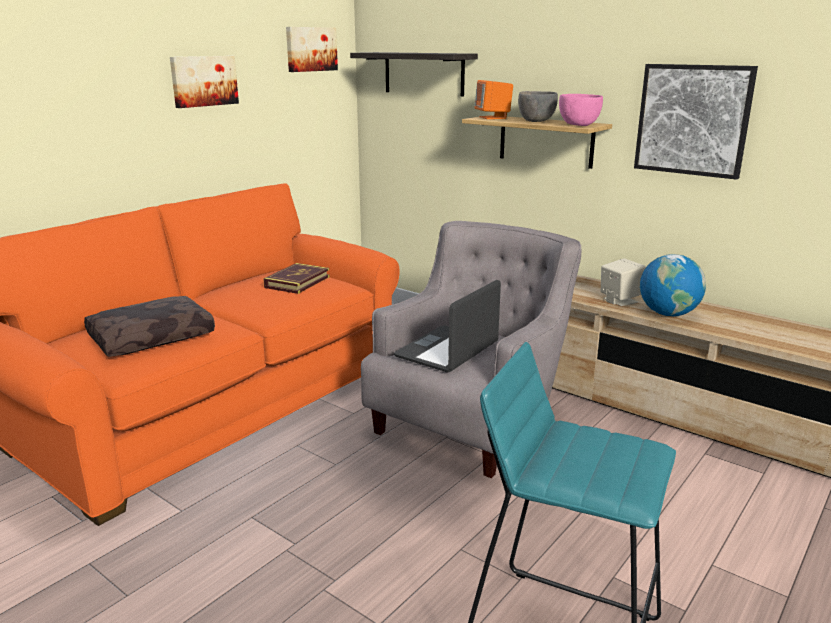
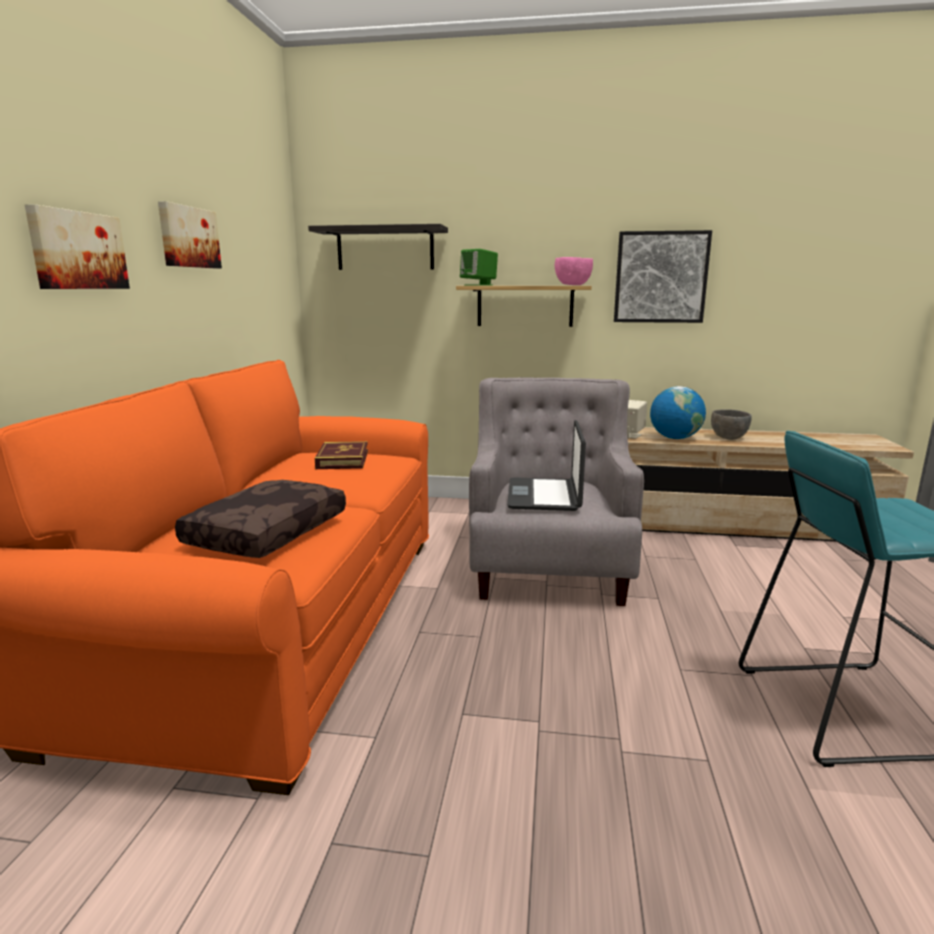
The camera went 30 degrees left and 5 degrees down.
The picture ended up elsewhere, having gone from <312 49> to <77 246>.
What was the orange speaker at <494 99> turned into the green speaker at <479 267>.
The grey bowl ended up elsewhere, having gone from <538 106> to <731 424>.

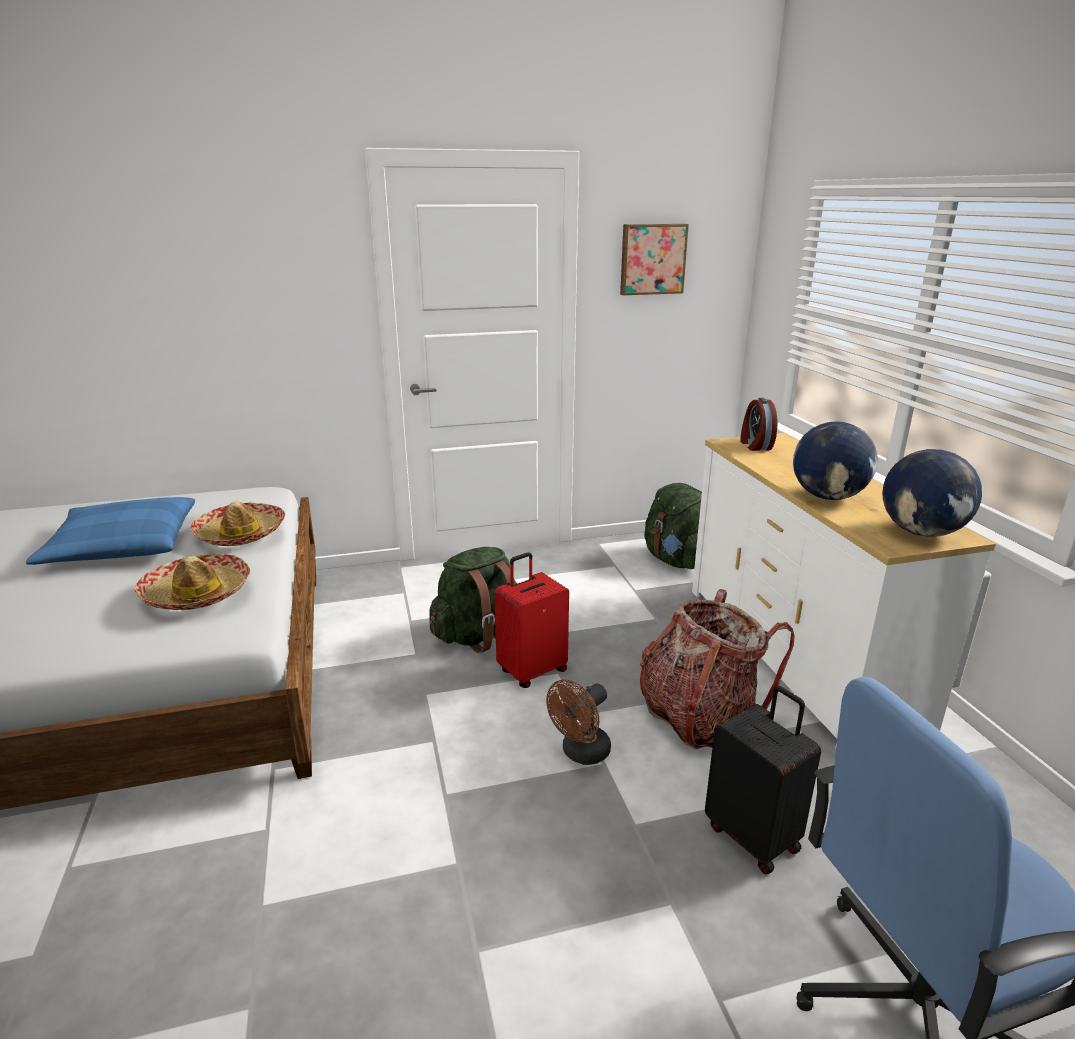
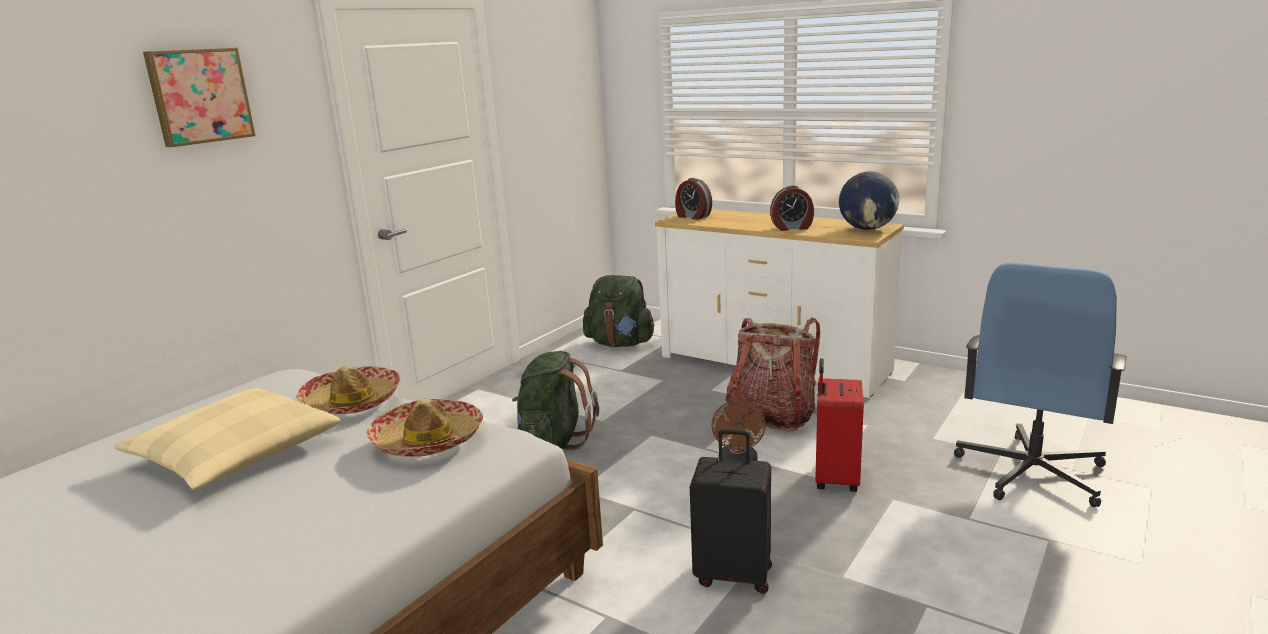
The camera went 40 degrees left and 5 degrees down.
The picture ended up elsewhere, having gone from <654 259> to <199 97>.
Where the globe stood at <835 460>, the alarm clock came to stand at <792 208>.
What was the blue pillow at <110 531> turned into the beige pillow at <227 439>.
The red suitcase ended up elsewhere, having gone from <531 620> to <839 425>.
The black suitcase ended up elsewhere, having gone from <763 780> to <731 511>.

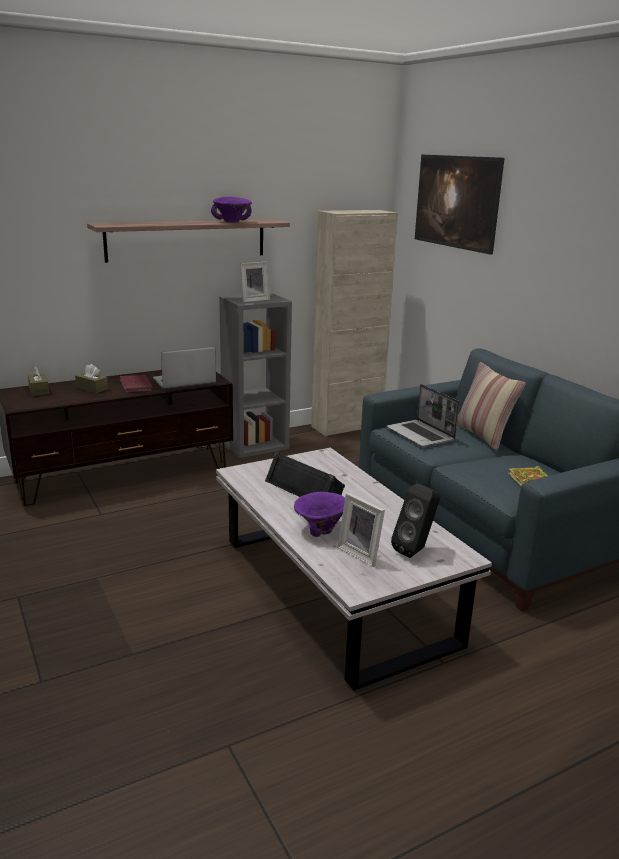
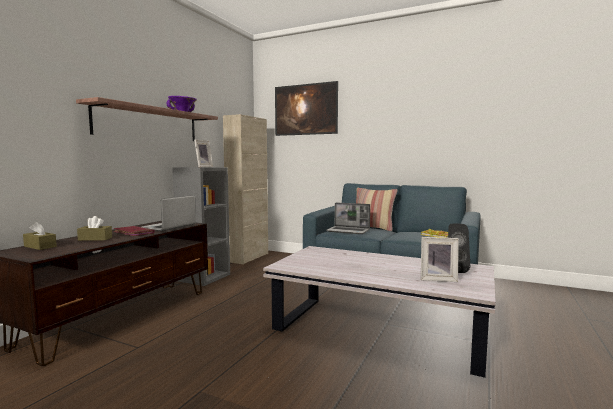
The camera went 35 degrees left and 15 degrees down.
The second view lost the black speaker at <305 474>.
The second view lost the purple bowl at <319 514>.

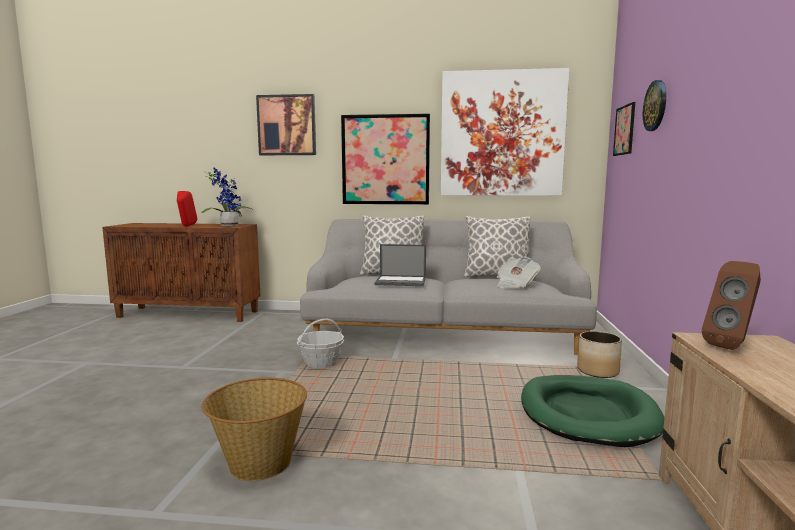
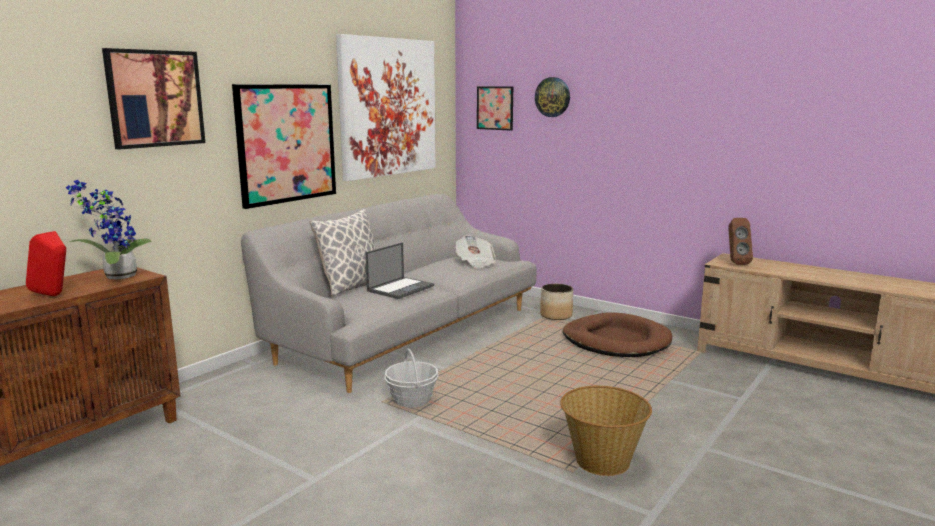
The camera went 60 degrees left and 5 degrees up.
The second view lost the pillow at <497 247>.
What was the green dog bed at <592 411> turned into the brown dog bed at <617 334>.

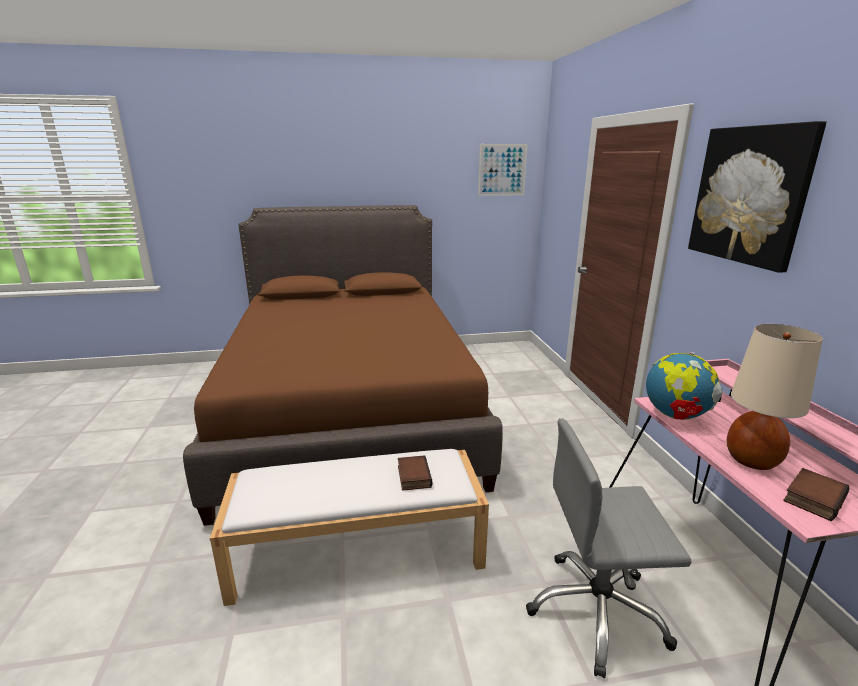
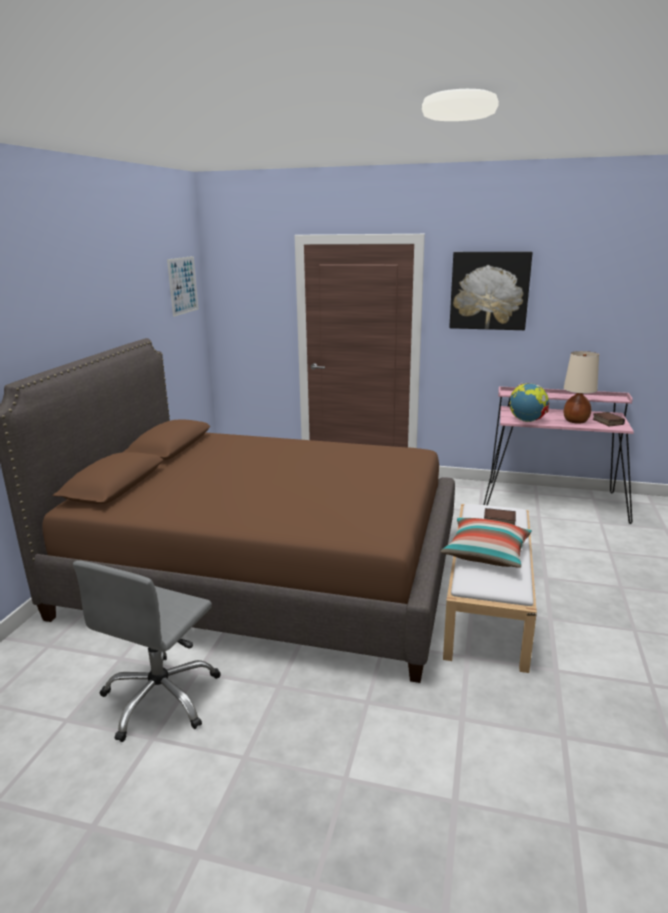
The camera went 65 degrees left and 0 degrees up.
The grey office chair ended up elsewhere, having gone from <609 548> to <147 651>.
The second view gained the pillow at <486 542>.

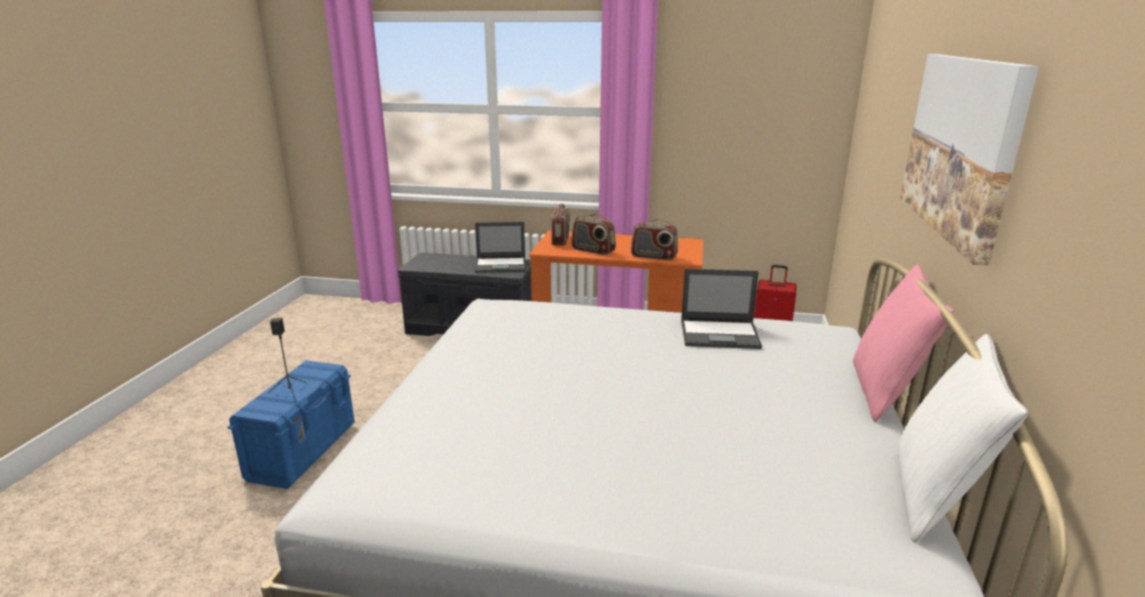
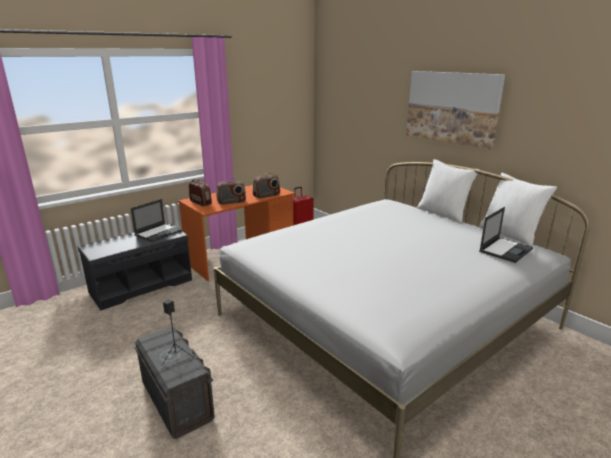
The camera went 50 degrees left and 0 degrees up.
What was the pink pillow at <903 343> turned into the white pillow at <448 191>.
The laptop ended up elsewhere, having gone from <721 309> to <506 235>.
What was the blue storage box at <290 425> turned into the grey storage box at <174 383>.

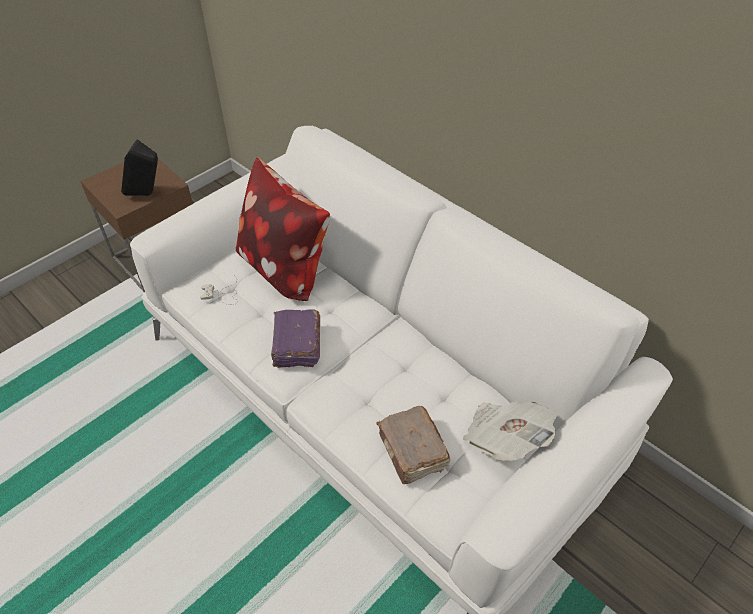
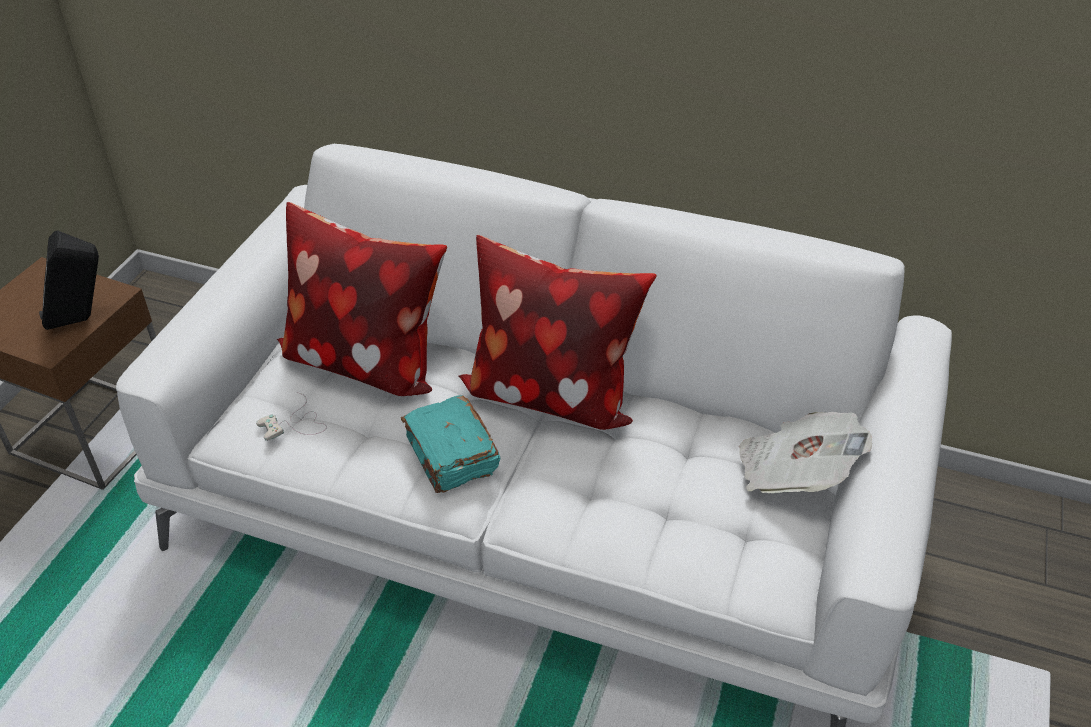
The camera went 25 degrees left and 5 degrees down.
What was the purple book at <295 338> turned into the turquoise book at <450 444>.
The second view lost the brown book at <414 445>.
The second view gained the pillow at <557 332>.

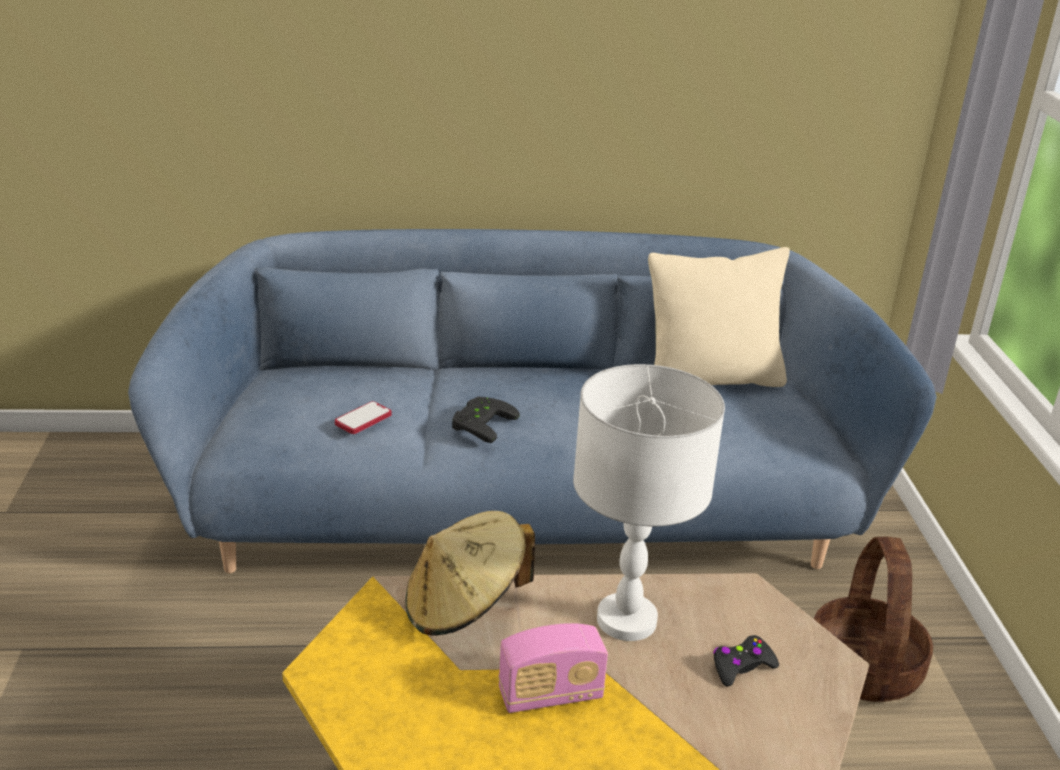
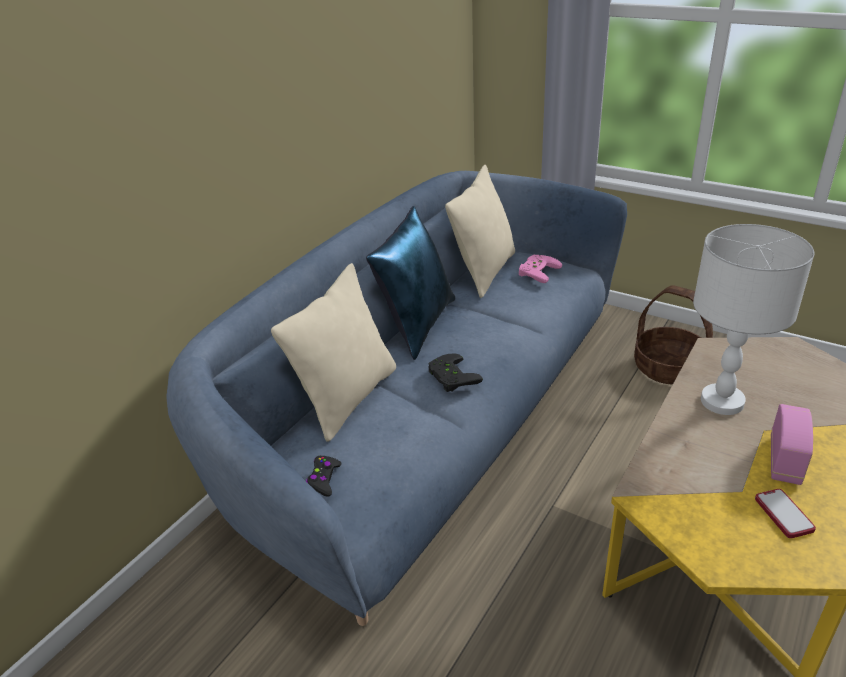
The camera went 50 degrees left and 5 degrees up.
The phone ended up elsewhere, having gone from <363 417> to <785 513>.
The second view lost the beige hat at <470 573>.
The black game controller ended up elsewhere, having gone from <746 661> to <323 476>.
The second view gained the blue pillow at <411 283>.
The second view gained the pink game controller at <540 269>.
The second view gained the beige pillow at <333 352>.

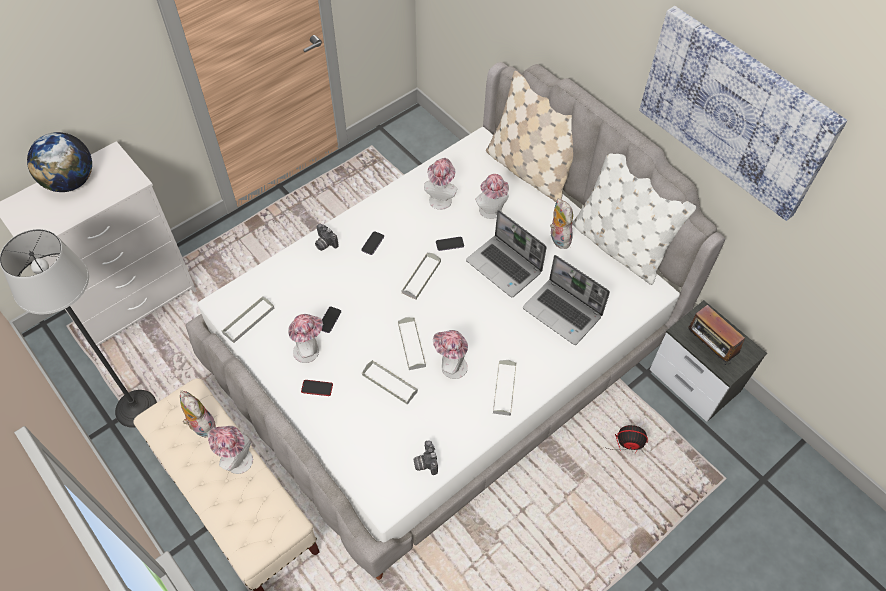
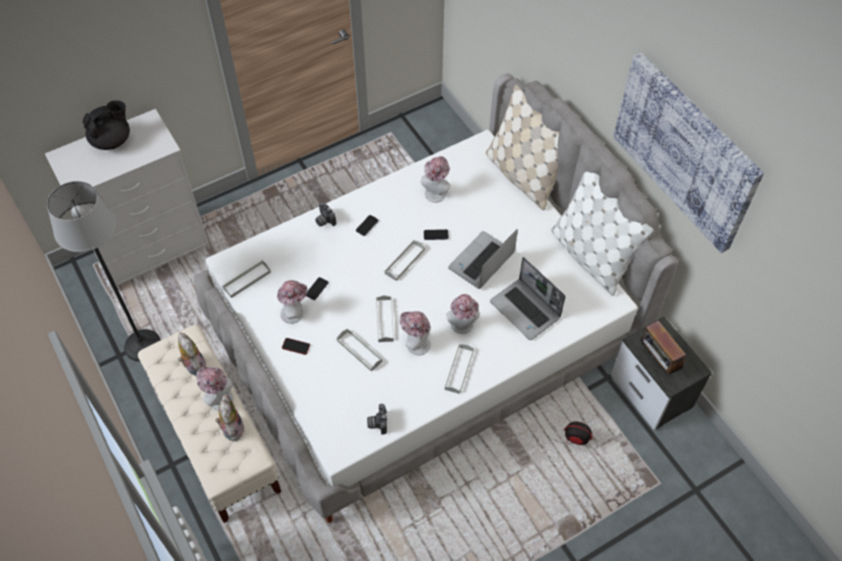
The camera went 10 degrees right and 0 degrees up.
Where the globe stood at <59 162>, the black teapot came to stand at <106 125>.
The hat ended up elsewhere, having gone from <492 196> to <463 314>.
The plush toy ended up elsewhere, having gone from <561 223> to <230 417>.
The laptop at <506 253> ended up facing another way, 75 degrees clockwise from before.

